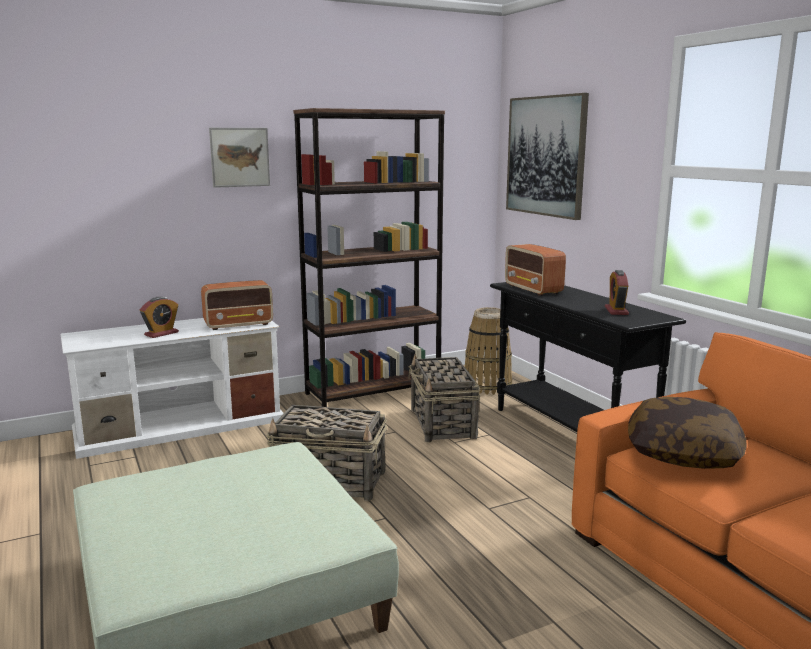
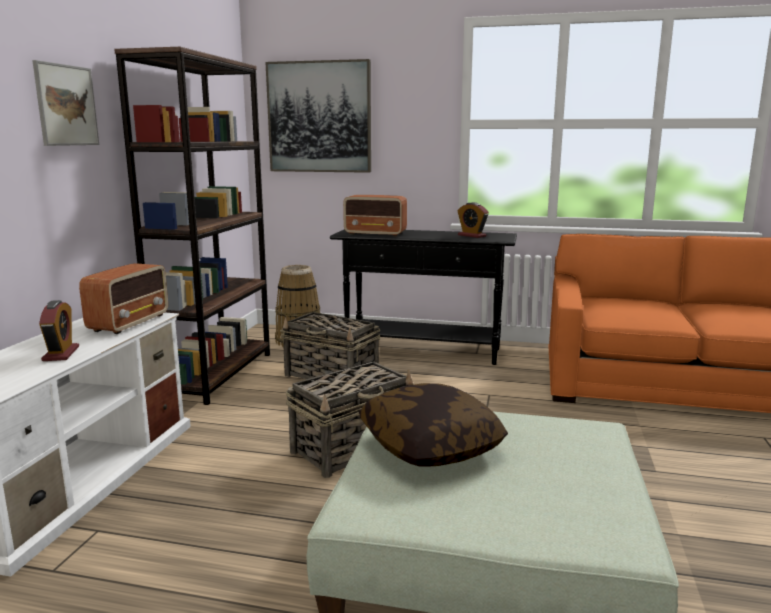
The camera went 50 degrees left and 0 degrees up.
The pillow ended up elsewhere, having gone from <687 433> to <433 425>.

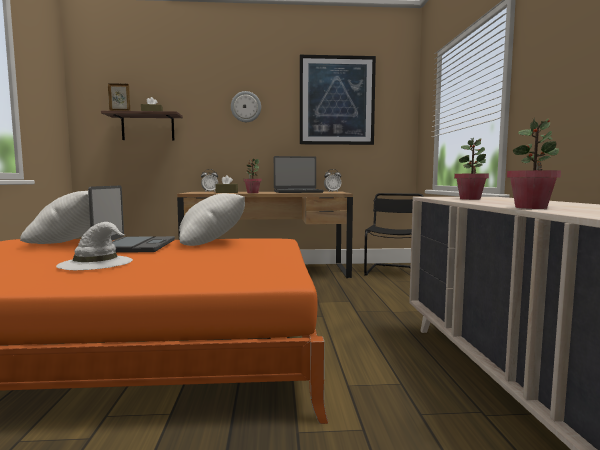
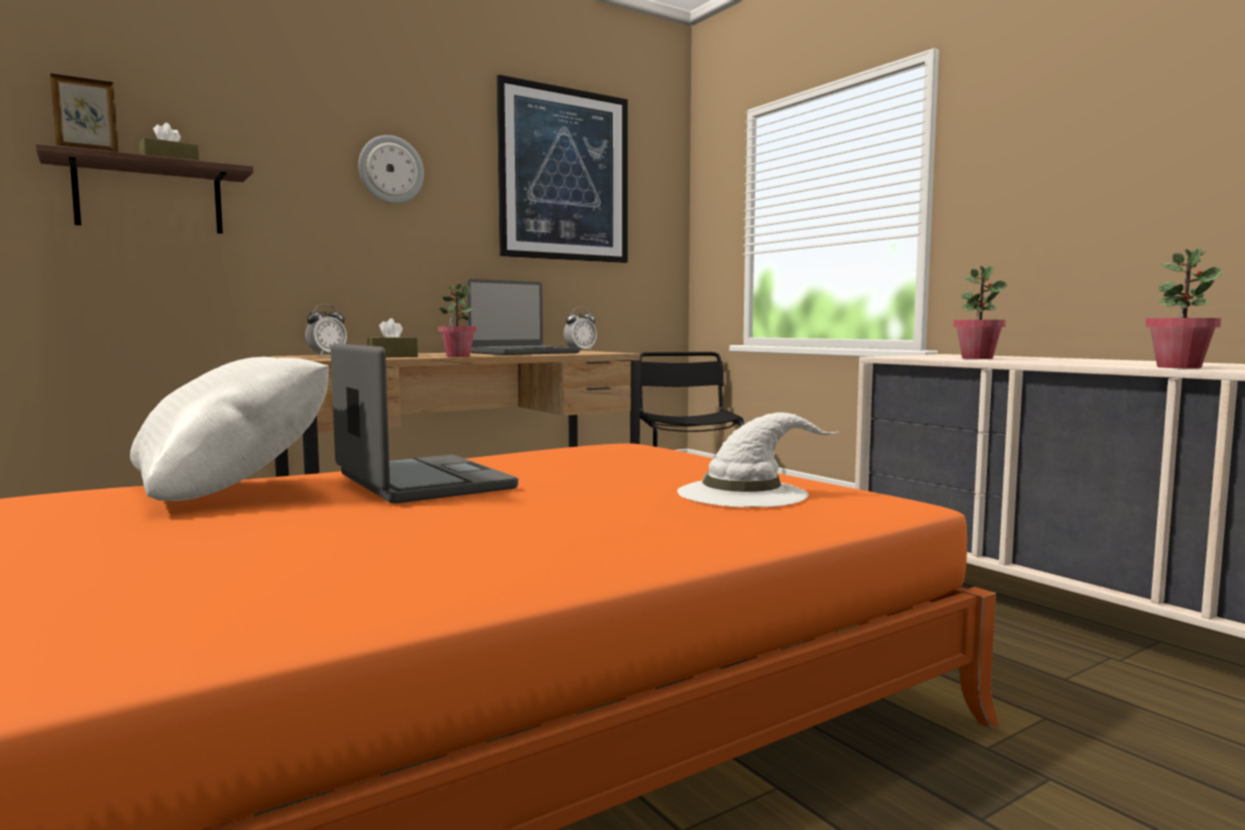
The camera went 30 degrees left and 0 degrees up.
The second view lost the white pillow at <212 219>.
The white hat ended up elsewhere, having gone from <94 246> to <758 460>.

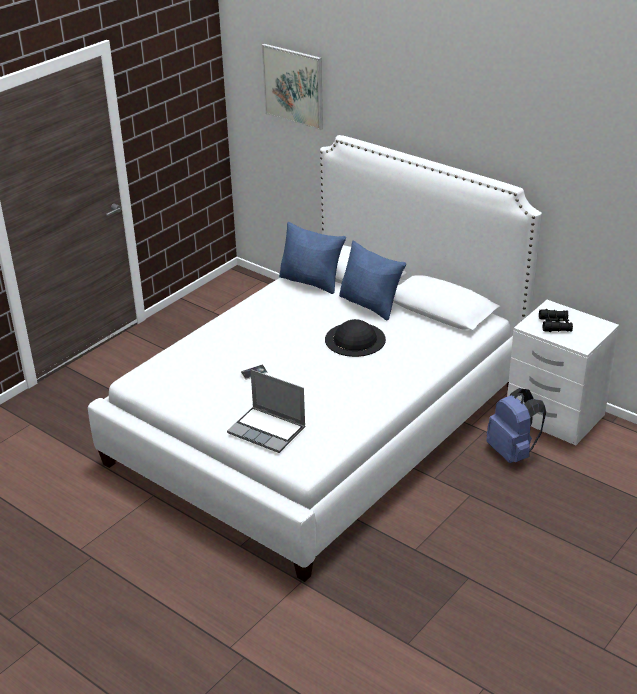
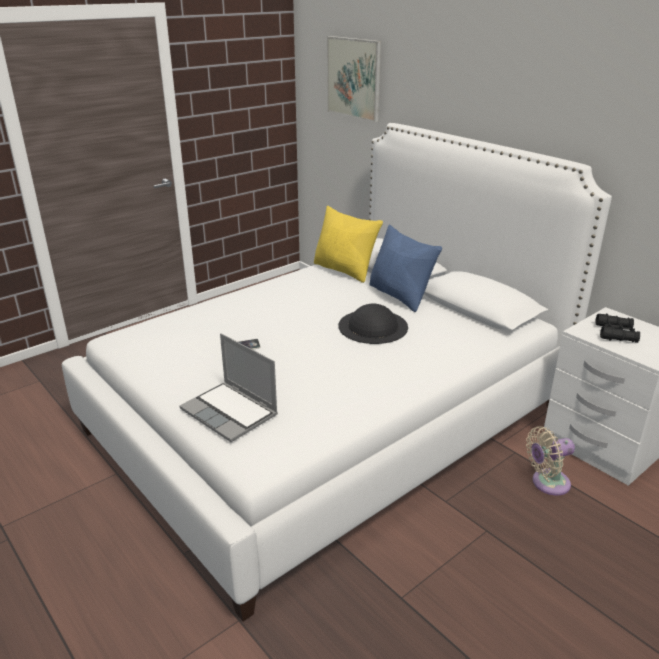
The camera went 10 degrees right and 5 degrees down.
What was the blue pillow at <312 258> turned into the yellow pillow at <348 244>.
Where the blue backpack stood at <516 425>, the beige fan came to stand at <550 460>.

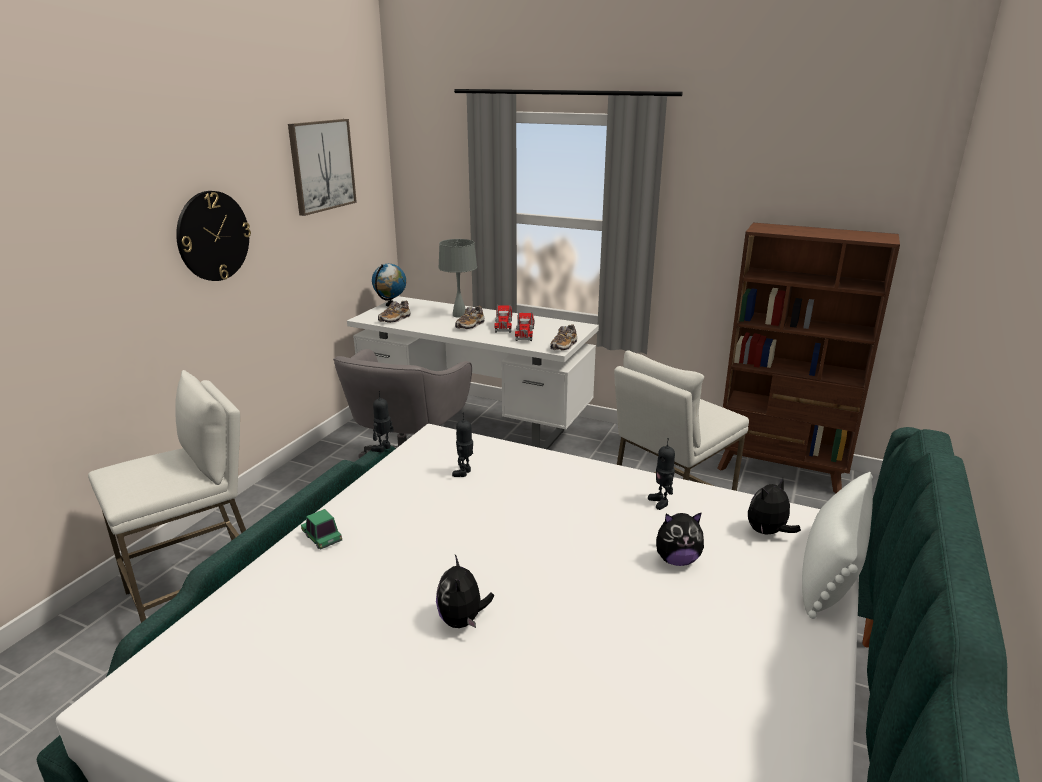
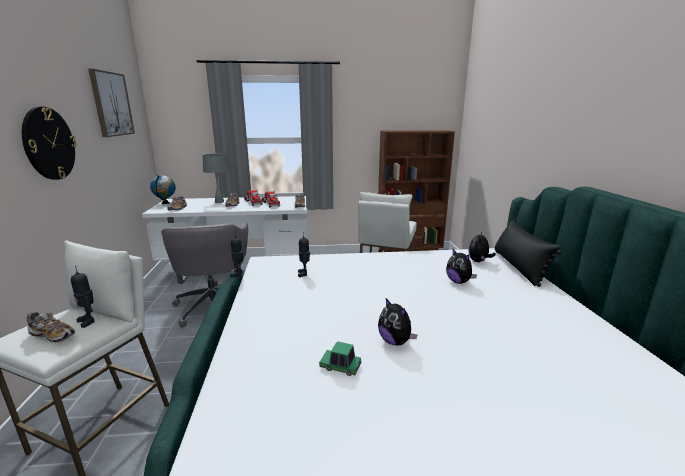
The camera went 30 degrees left and 5 degrees down.
The toy robot ended up elsewhere, having gone from <661 474> to <83 297>.
What was the white pillow at <837 545> turned into the black pillow at <528 253>.
The toy car ended up elsewhere, having gone from <321 529> to <340 358>.
The plush toy at <680 539> ended up facing another way, 90 degrees clockwise from before.
The second view gained the shoe at <51 327>.

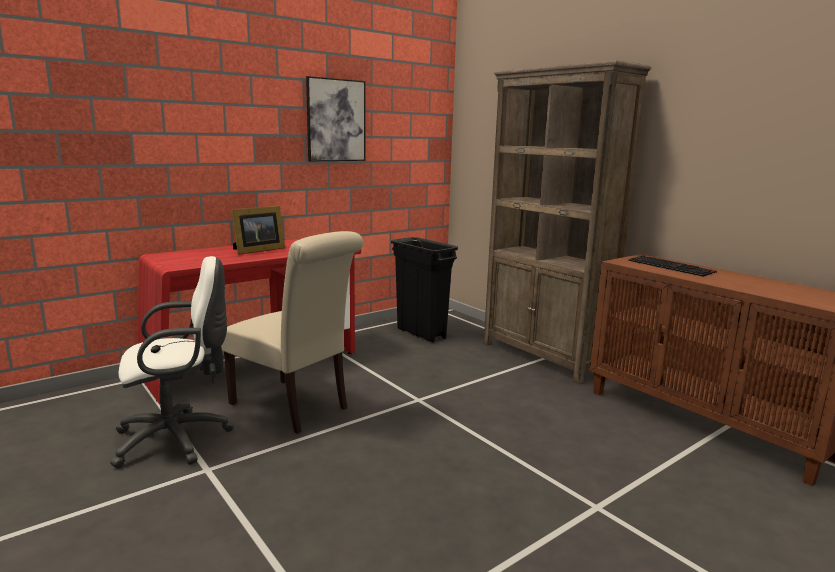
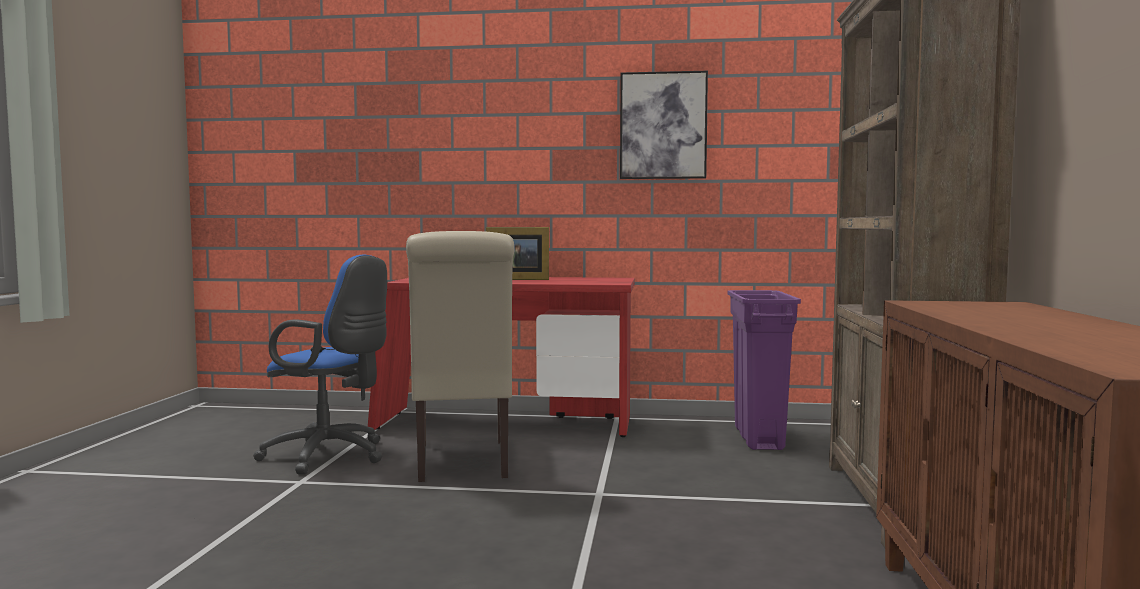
The camera went 45 degrees right and 10 degrees down.
What was the black trash can at <424 289> turned into the purple trash can at <764 370>.
What was the white office chair at <172 362> turned into the blue office chair at <320 365>.
The second view lost the keyboard at <672 266>.

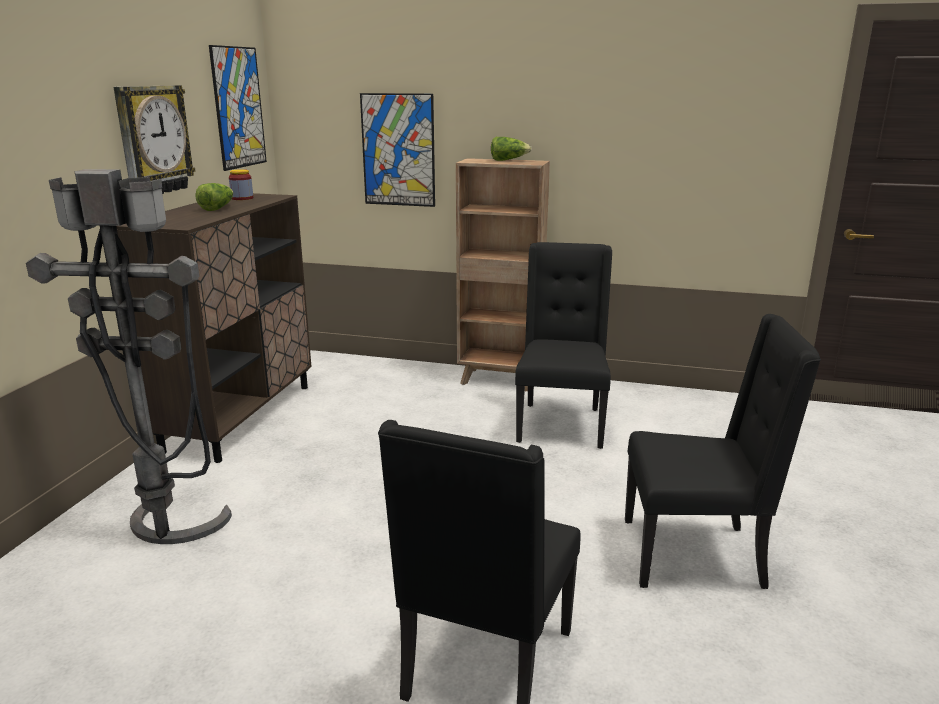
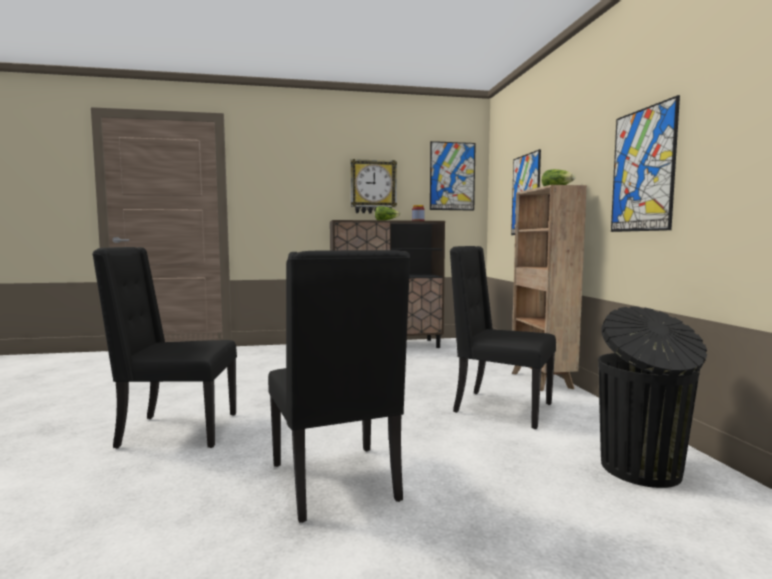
The camera went 65 degrees right and 15 degrees down.
The second view lost the grey floor lamp at <129 356>.
The black chair at <563 345> ended up facing another way, 135 degrees counterclockwise from before.
The second view gained the picture at <645 163>.
The second view gained the black trash can at <652 397>.

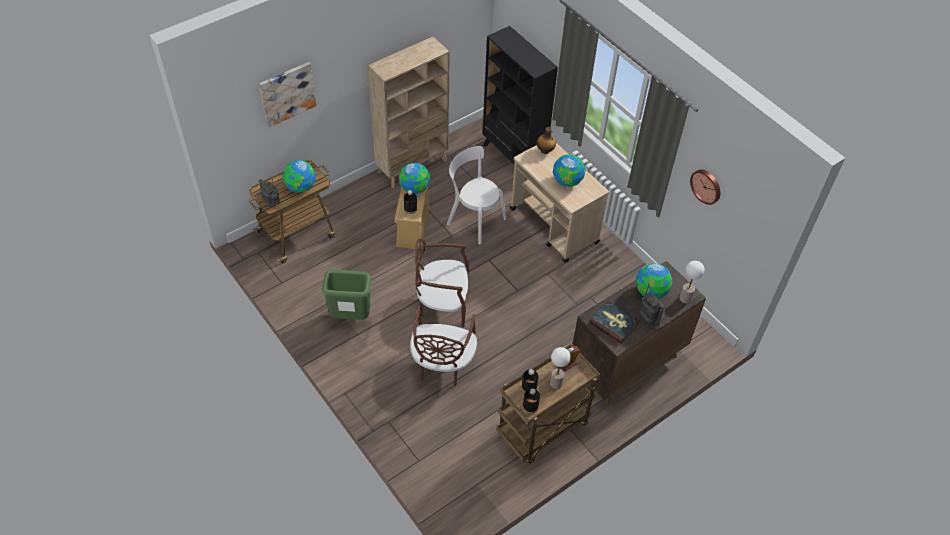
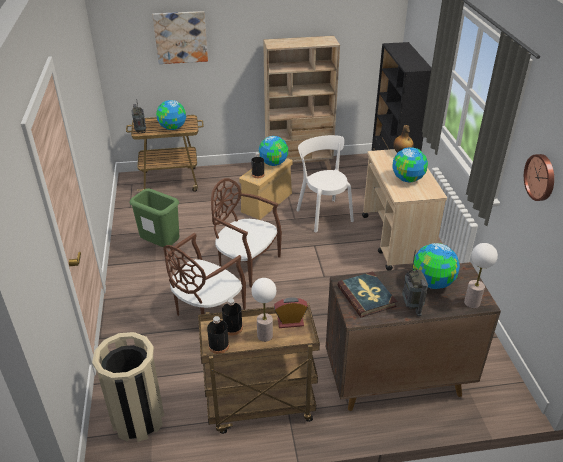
The camera went 30 degrees right and 15 degrees down.
The second view gained the beige trash can at <128 387>.

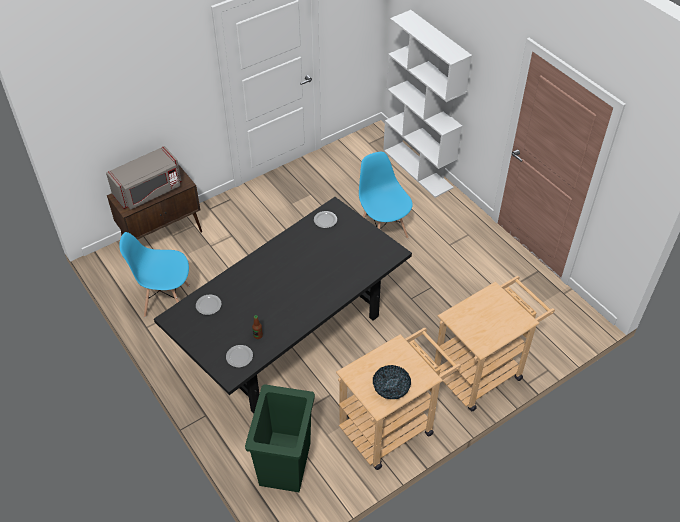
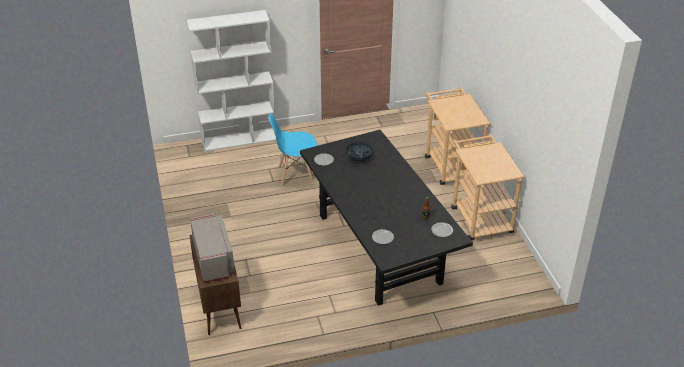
The camera went 70 degrees left and 10 degrees down.
The second view lost the blue chair at <154 274>.
The bowl ended up elsewhere, having gone from <392 382> to <359 151>.
The second view lost the green trash can at <280 438>.

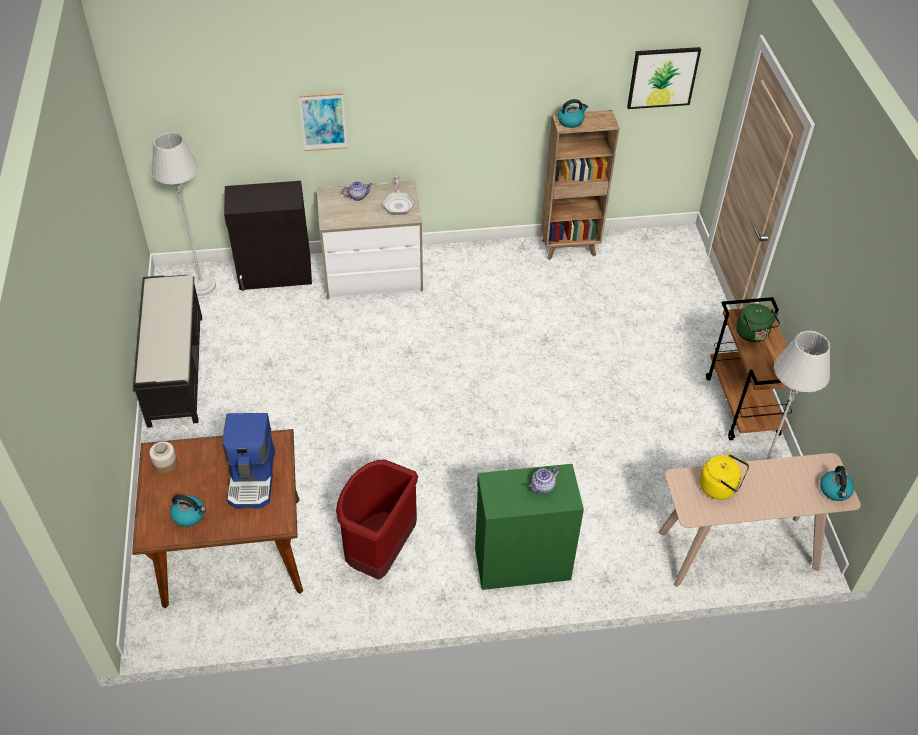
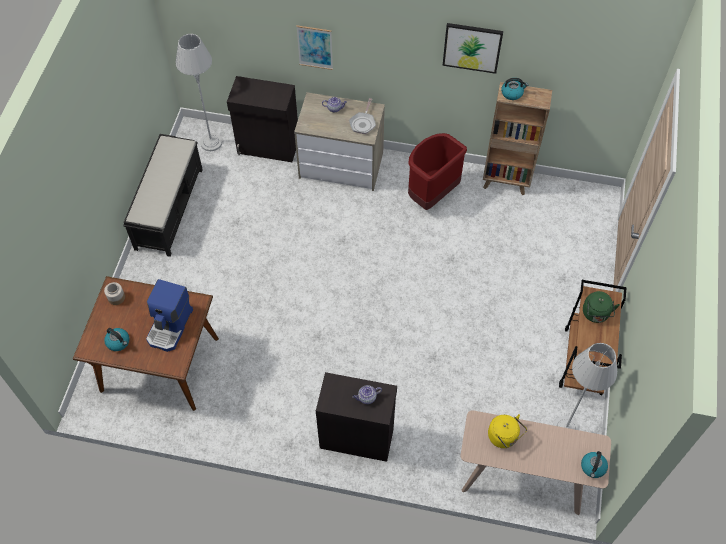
The camera went 20 degrees right and 10 degrees up.
The picture ended up elsewhere, having gone from <664 78> to <472 48>.
The red trash can ended up elsewhere, having gone from <377 520> to <437 171>.
What was the green cabinet at <529 527> turned into the black cabinet at <356 417>.

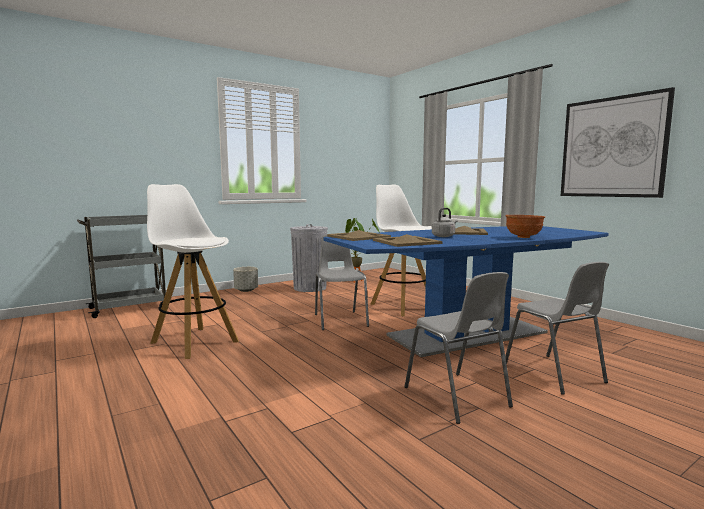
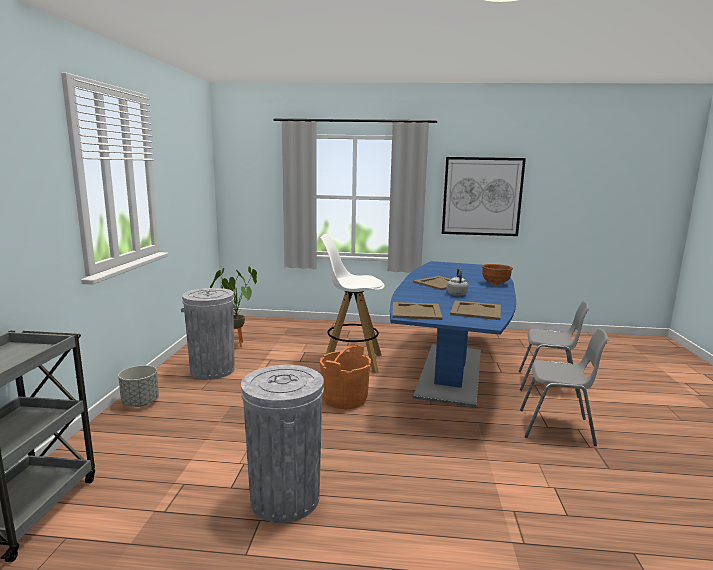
The camera went 50 degrees left and 5 degrees up.
Where the white stool stood at <193 271>, the grey trash can came to stand at <282 444>.
Where the grey chair stood at <342 281>, the orange bucket came to stand at <345 376>.

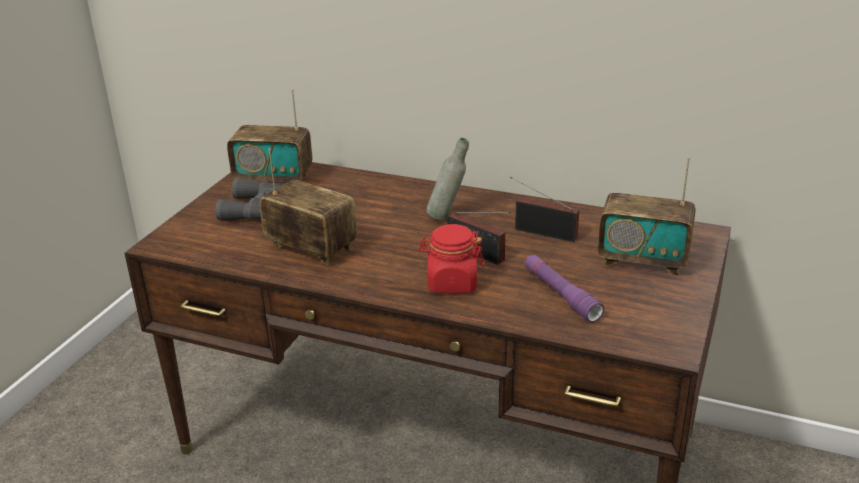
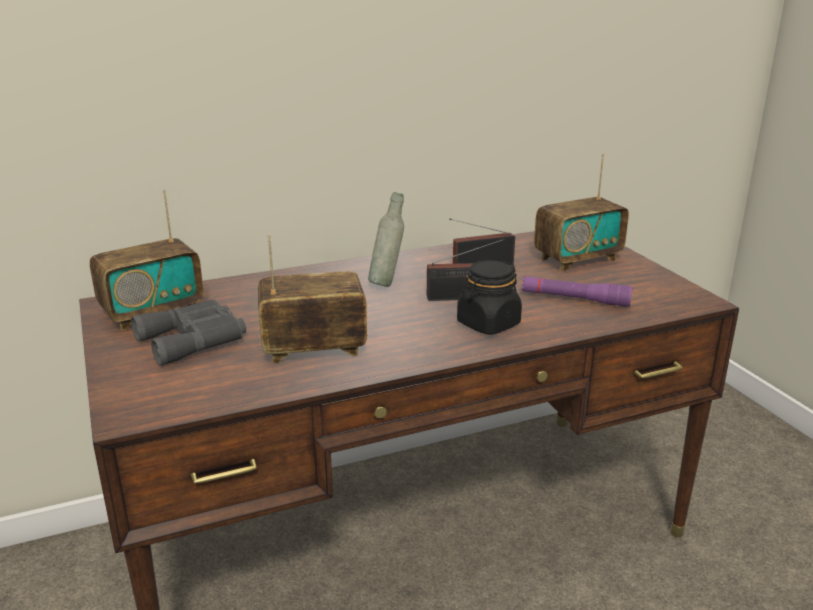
The camera went 45 degrees left and 5 degrees down.
What was the red jar at <451 258> turned into the black jar at <489 297>.

